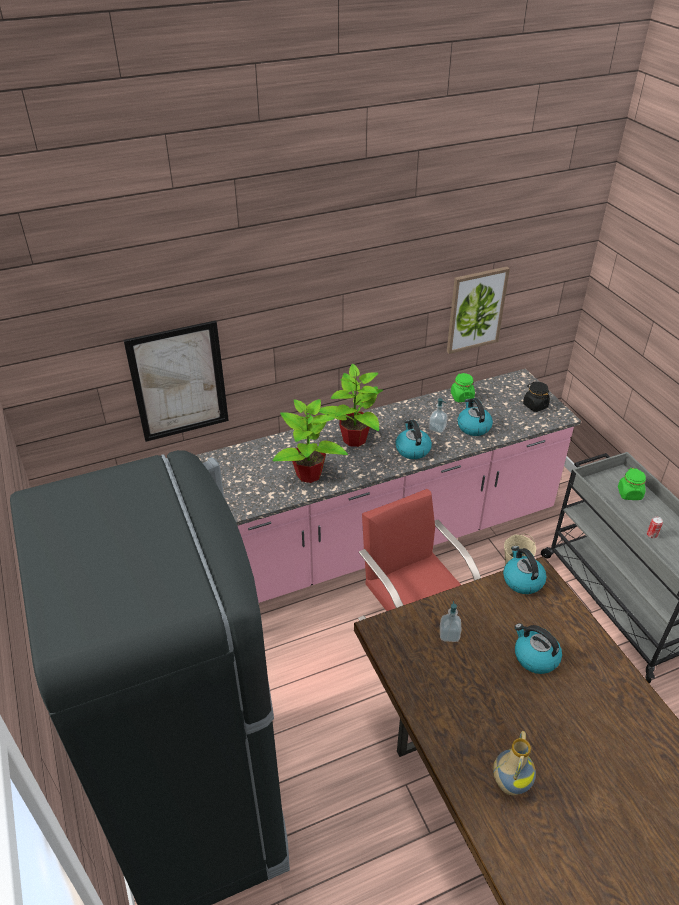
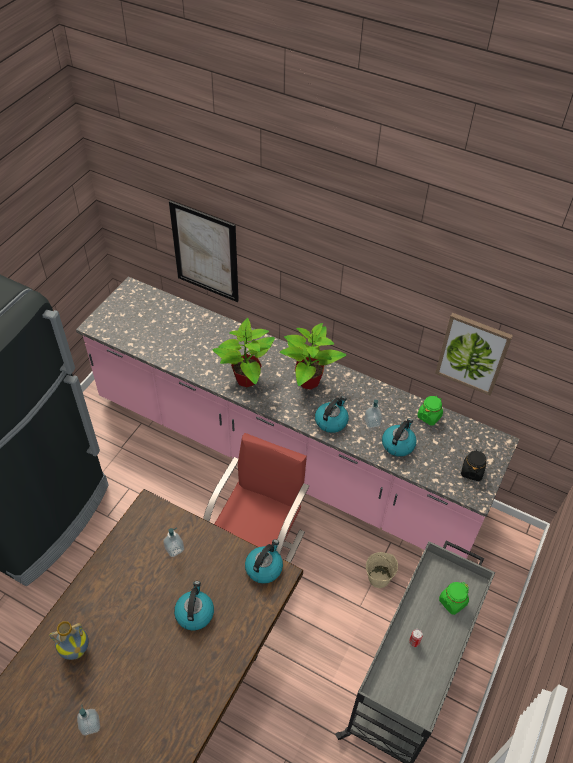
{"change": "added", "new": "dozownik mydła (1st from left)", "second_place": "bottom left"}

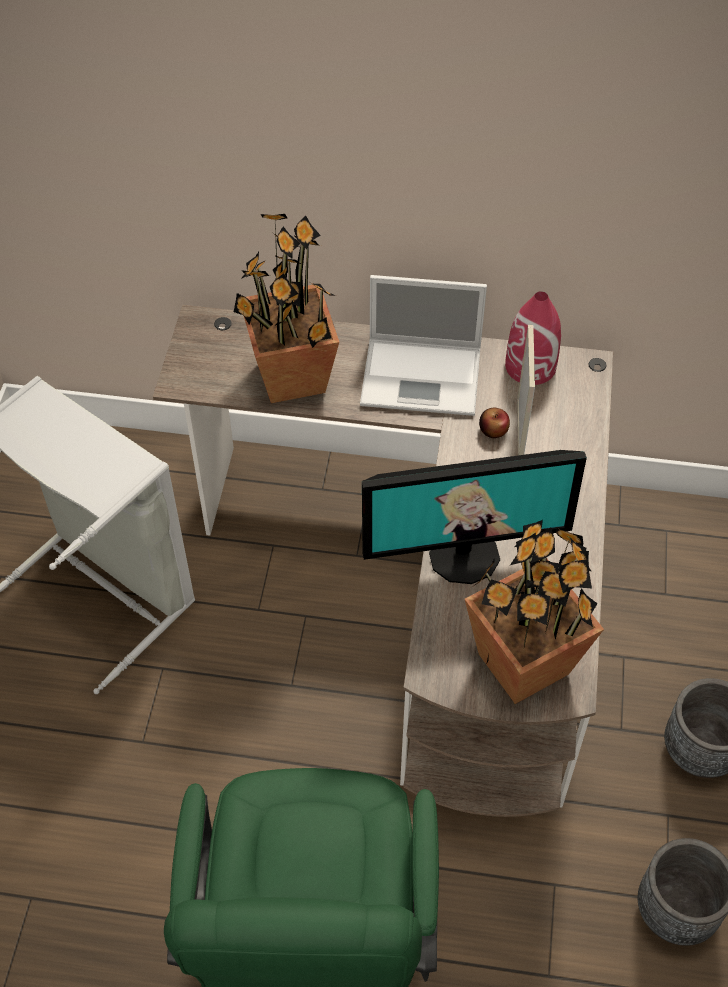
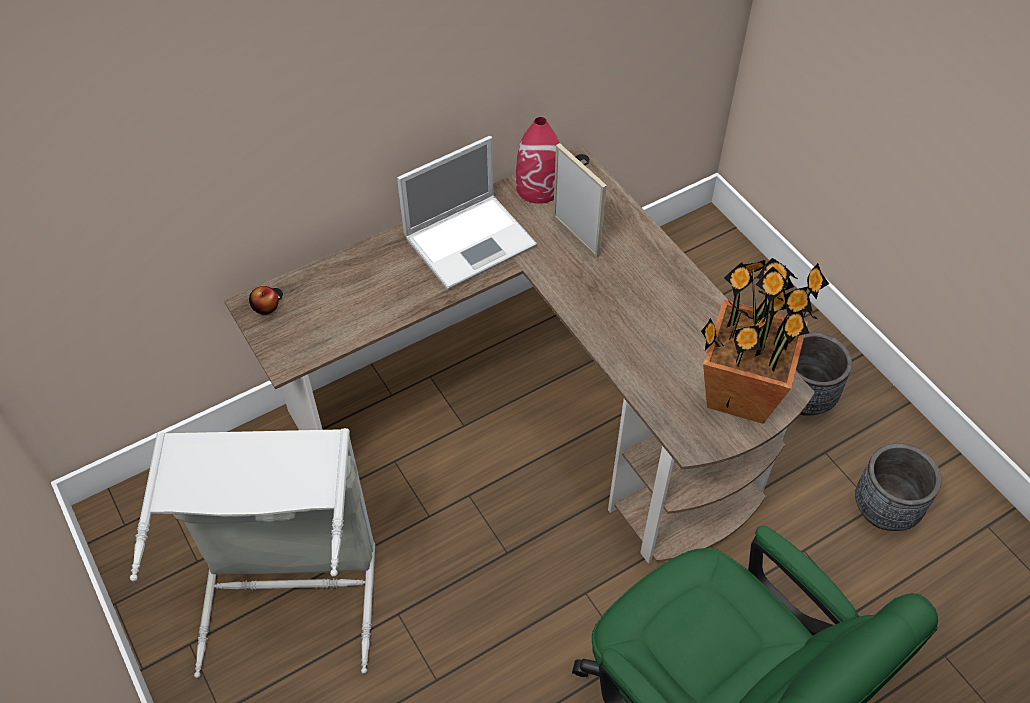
{"change": "removed", "old": "roślina doniczkowa (1st from left)", "first_place": "top centre"}
{"change": "moved", "old": "jabłko", "first_place": "middle right", "second_place": "middle left"}
{"change": "removed", "old": "monitor", "first_place": "centre"}

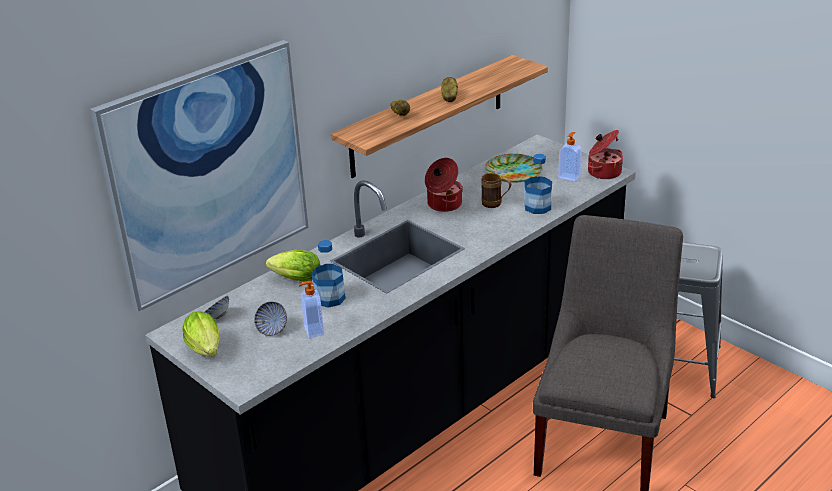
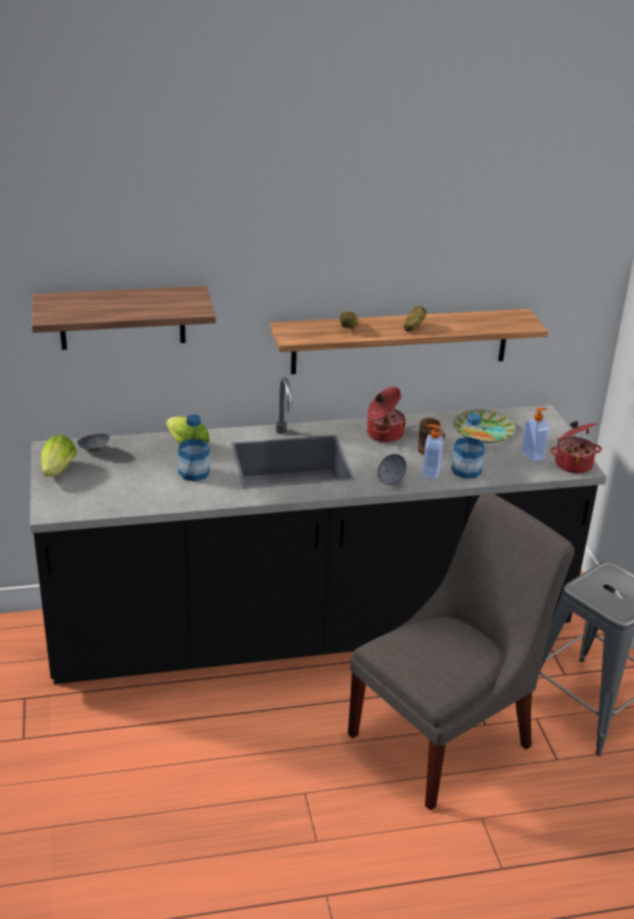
{"change": "replaced", "old": "obraz", "new": "półka (1st from left)", "first_place": "middle left", "second_place": "middle left"}
{"change": "moved", "old": "dozownik mydła (1st from left)", "first_place": "centre", "second_place": "middle right"}
{"change": "moved", "old": "miska (2nd from left)", "first_place": "middle left", "second_place": "centre"}

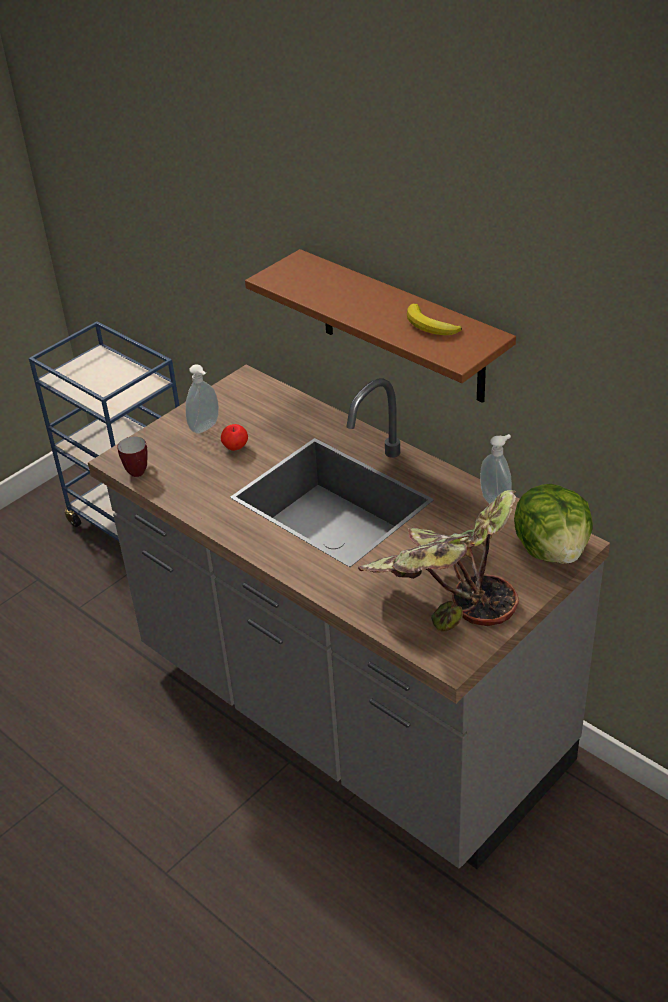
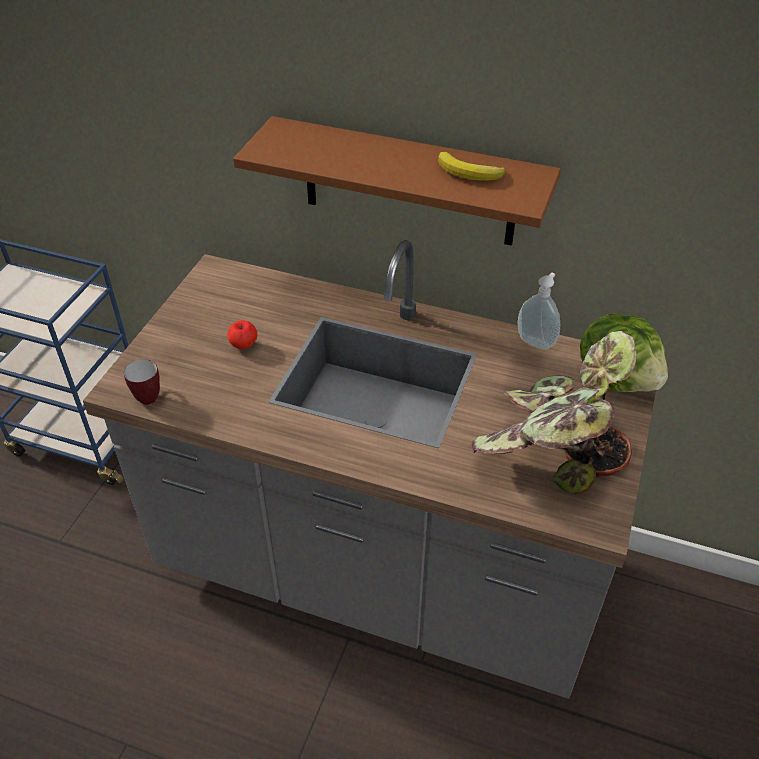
{"change": "removed", "old": "dozownik mydła (1st from left)", "first_place": "middle left"}

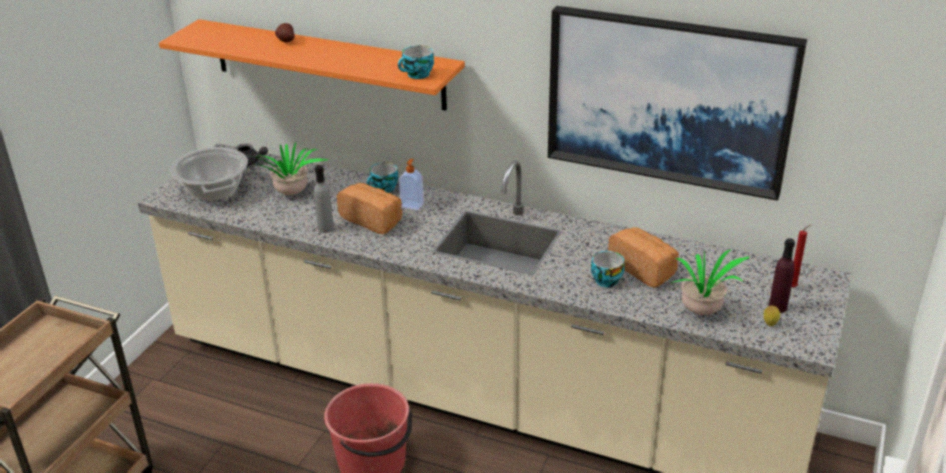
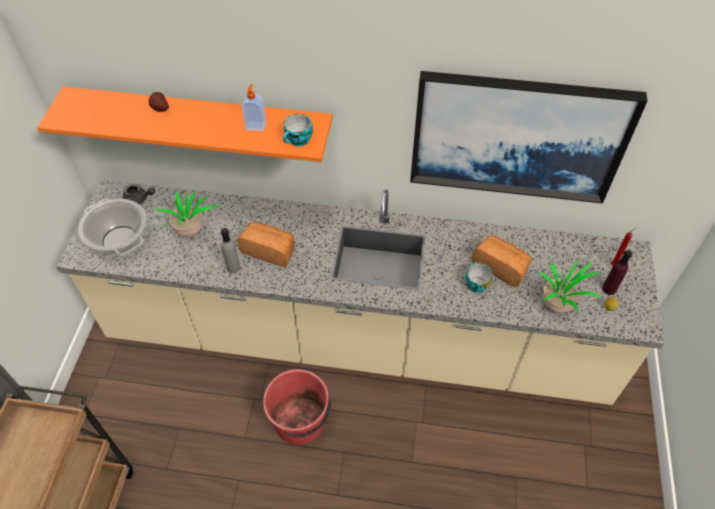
{"change": "moved", "old": "dozownik mydła", "first_place": "centre", "second_place": "top centre"}
{"change": "removed", "old": "filiżanka (1st from left)", "first_place": "centre"}

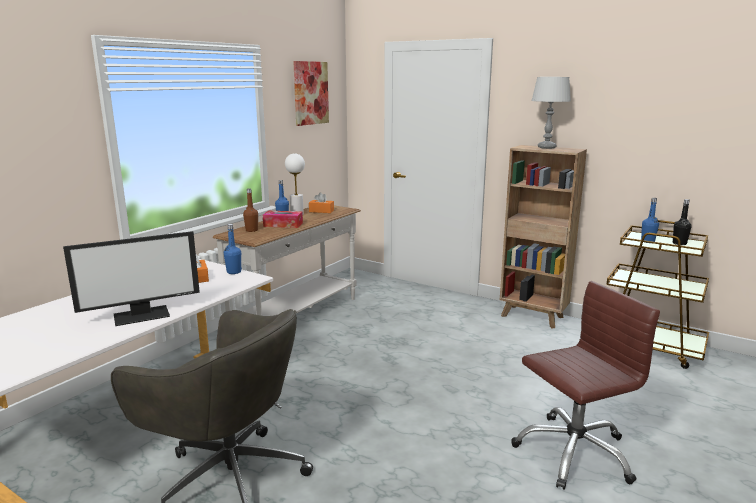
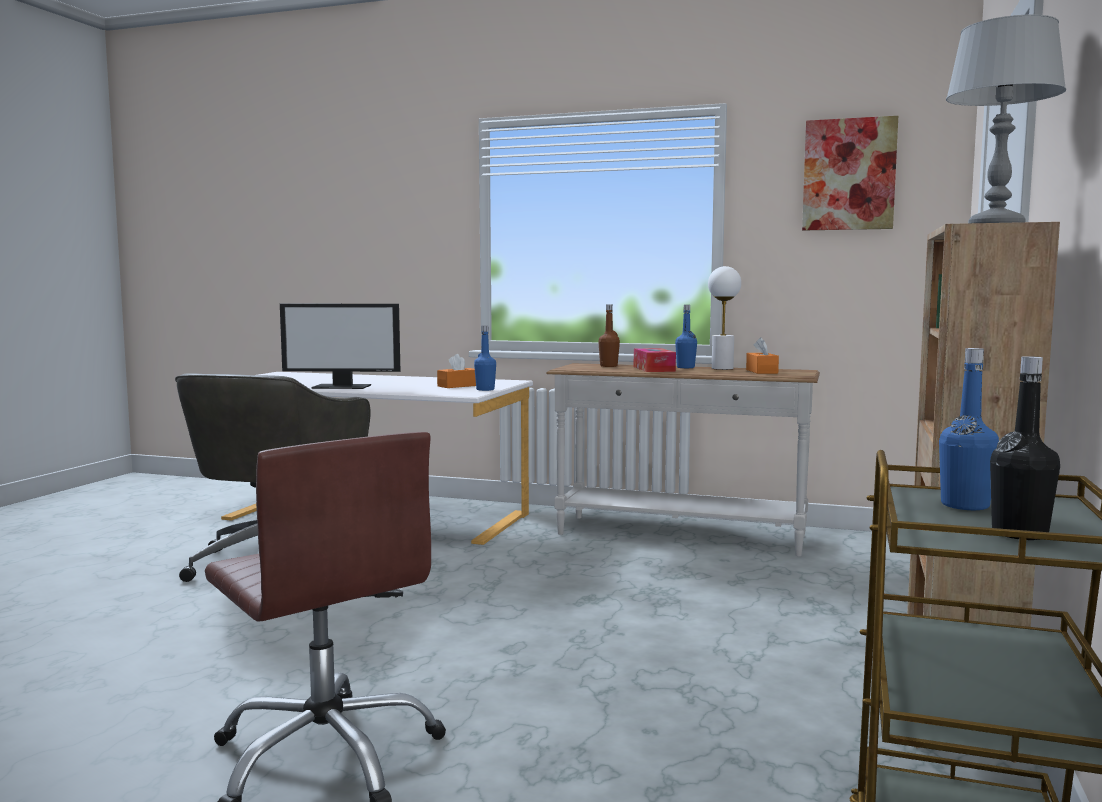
{"change": "turned", "old": "monitor", "first_place": "middle left", "second_place": "middle left", "degrees": -45}

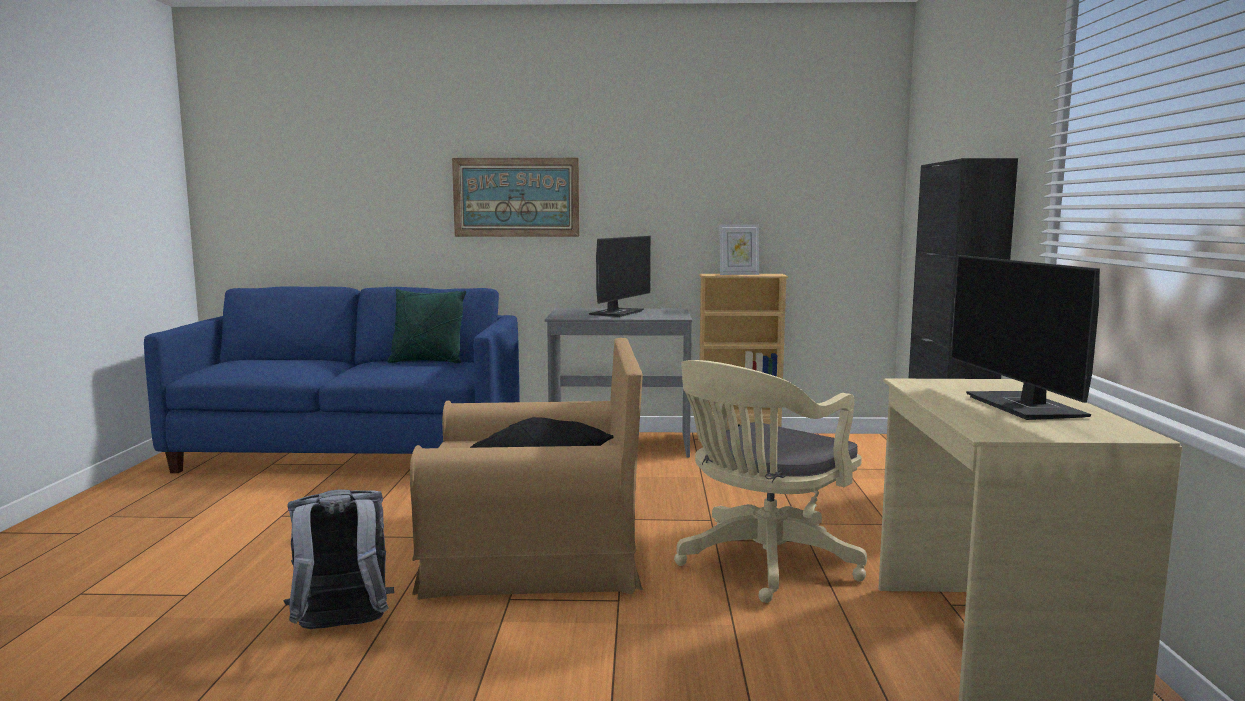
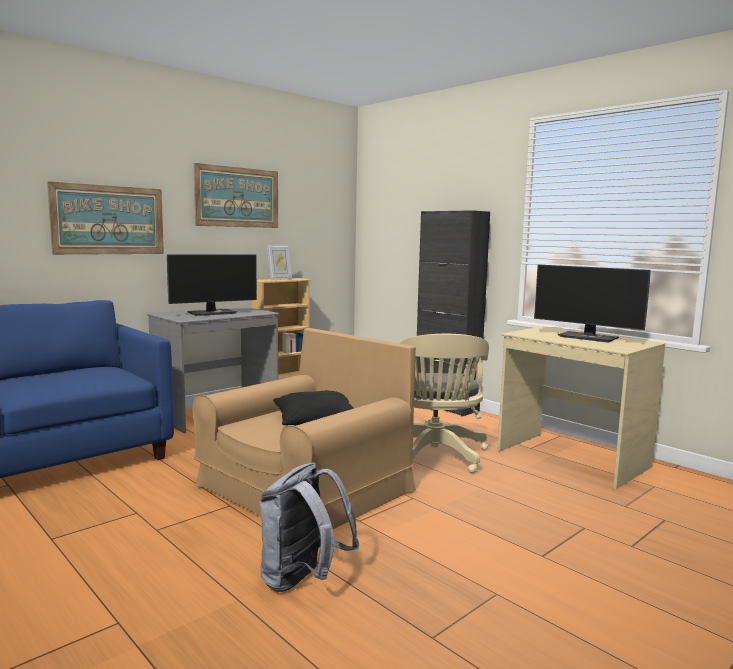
{"change": "turned", "old": "monitor (1st from left)", "first_place": "centre", "second_place": "middle left", "degrees": 75}
{"change": "removed", "old": "poduszka [zielony]", "first_place": "centre"}
{"change": "added", "new": "obraz (2nd from left)", "second_place": "top left"}

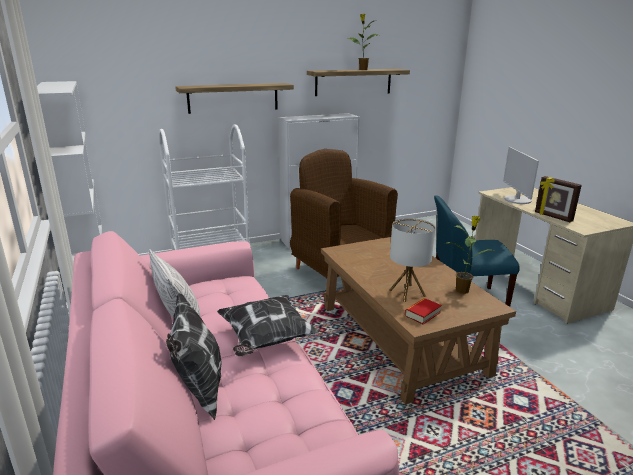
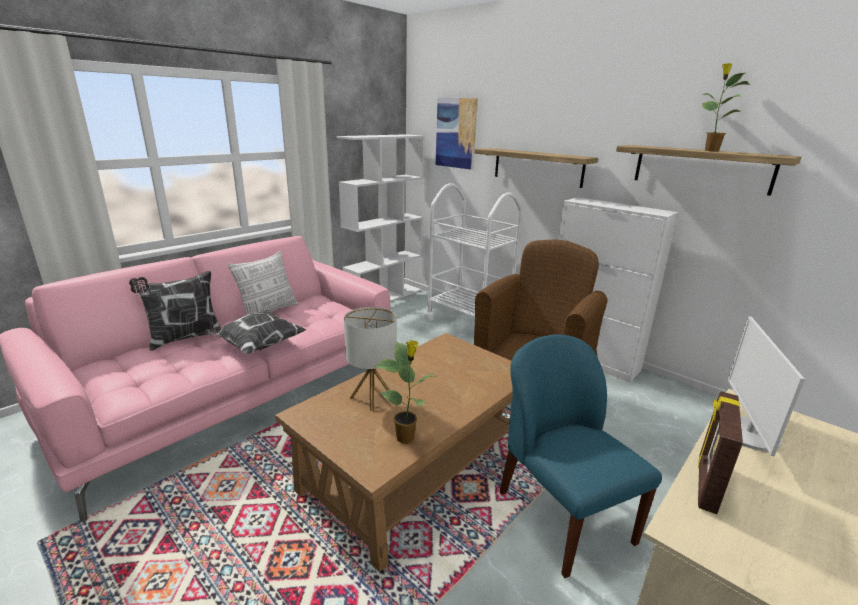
{"change": "turned", "old": "monitor", "first_place": "middle right", "second_place": "middle right", "degrees": -45}
{"change": "removed", "old": "książka", "first_place": "middle right"}
{"change": "added", "new": "obraz", "second_place": "top centre"}

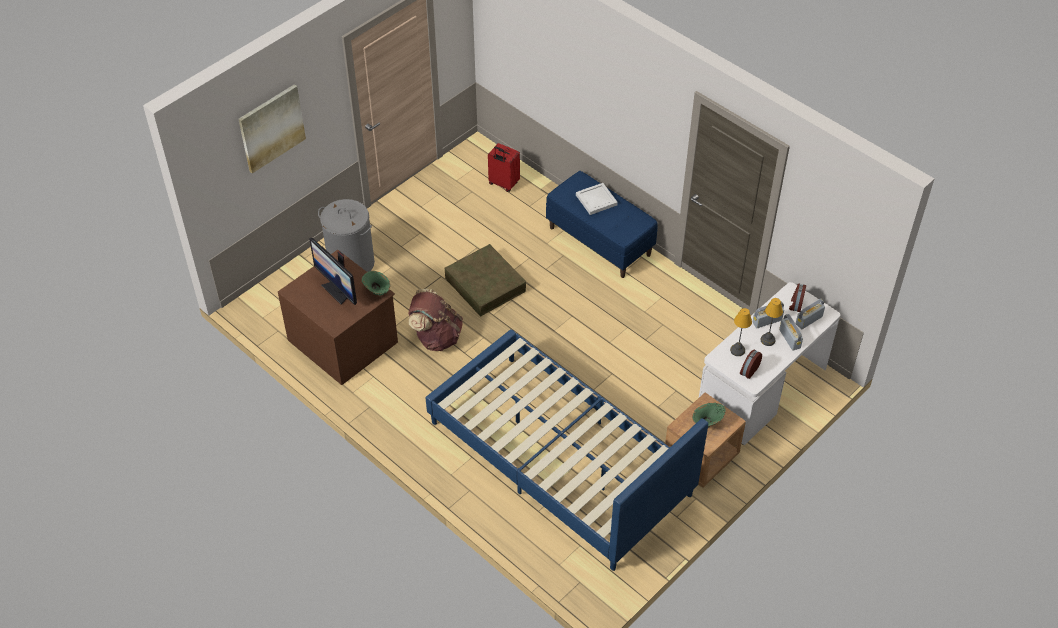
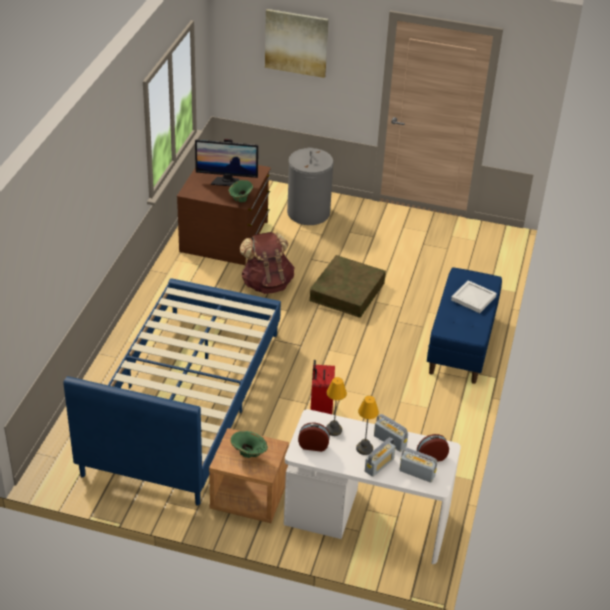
{"change": "moved", "old": "walizka [czerwony]", "first_place": "top centre", "second_place": "centre"}
{"change": "turned", "old": "monitor", "first_place": "middle left", "second_place": "top centre", "degrees": -105}

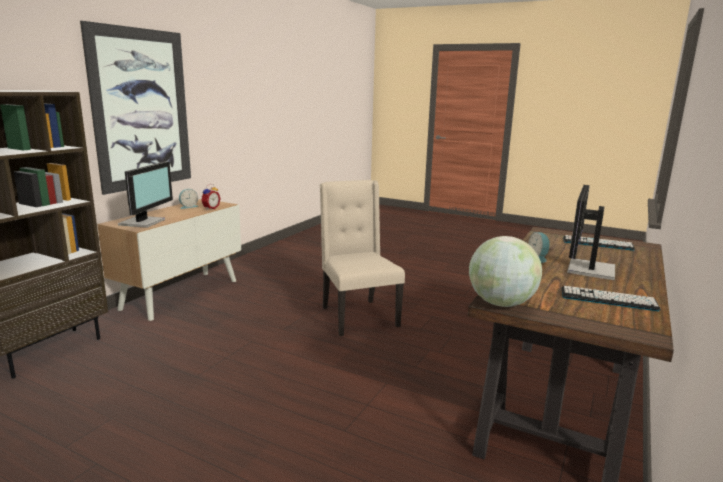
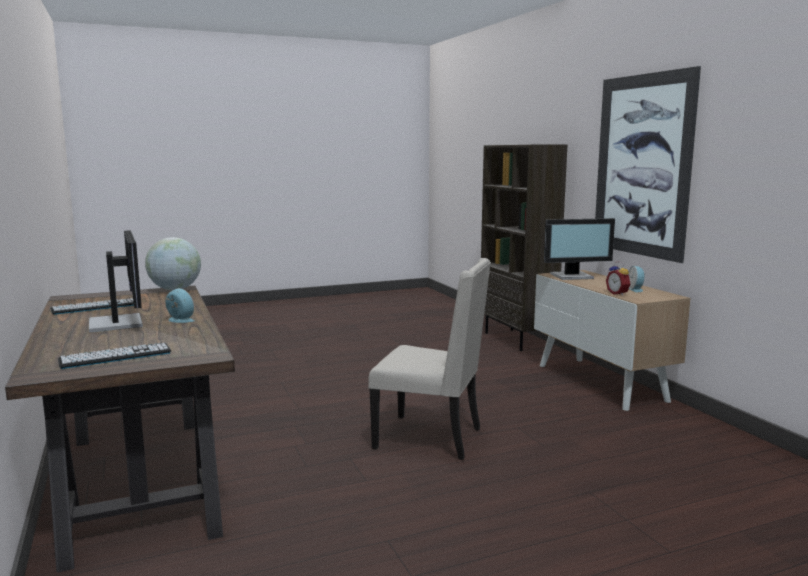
{"change": "turned", "old": "monitor (1st from left in the first image)", "first_place": "middle left", "second_place": "middle right", "degrees": -60}

